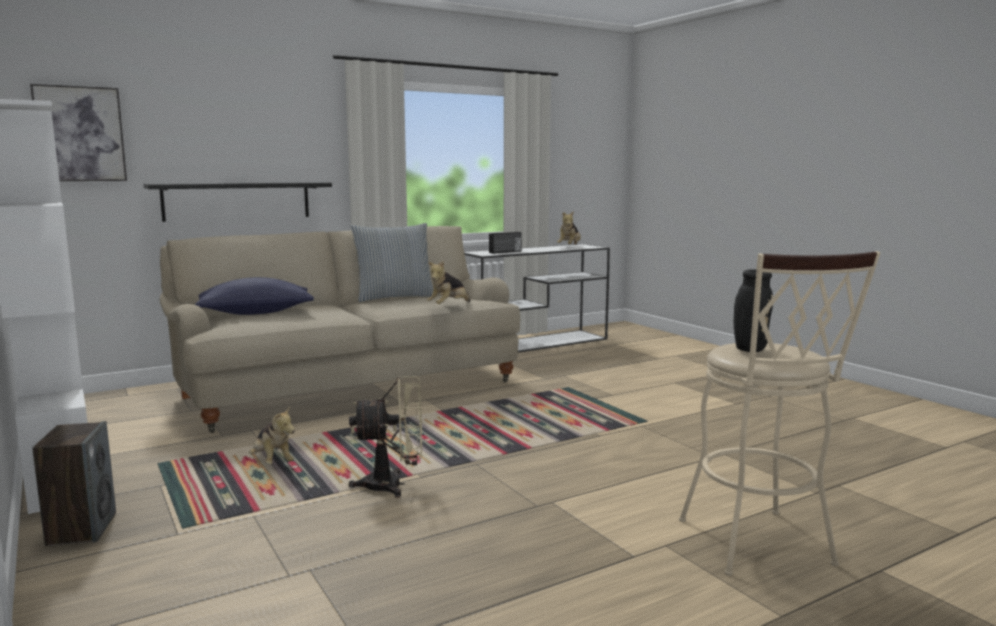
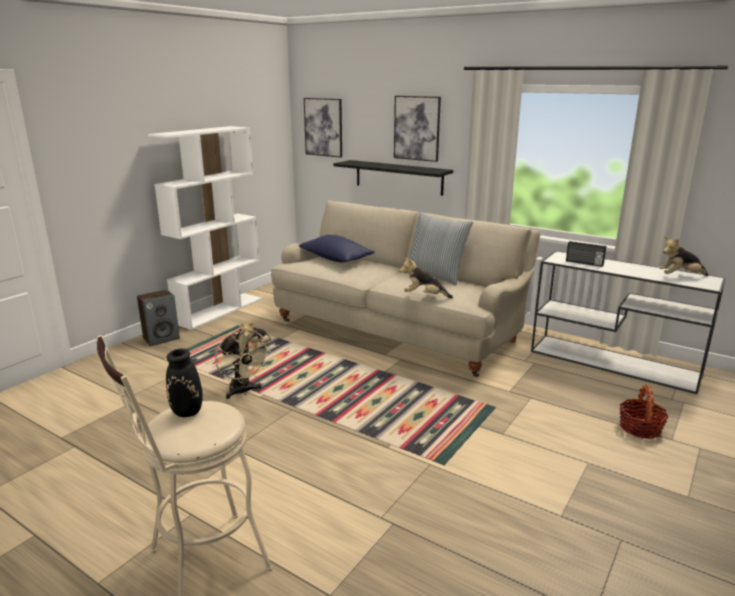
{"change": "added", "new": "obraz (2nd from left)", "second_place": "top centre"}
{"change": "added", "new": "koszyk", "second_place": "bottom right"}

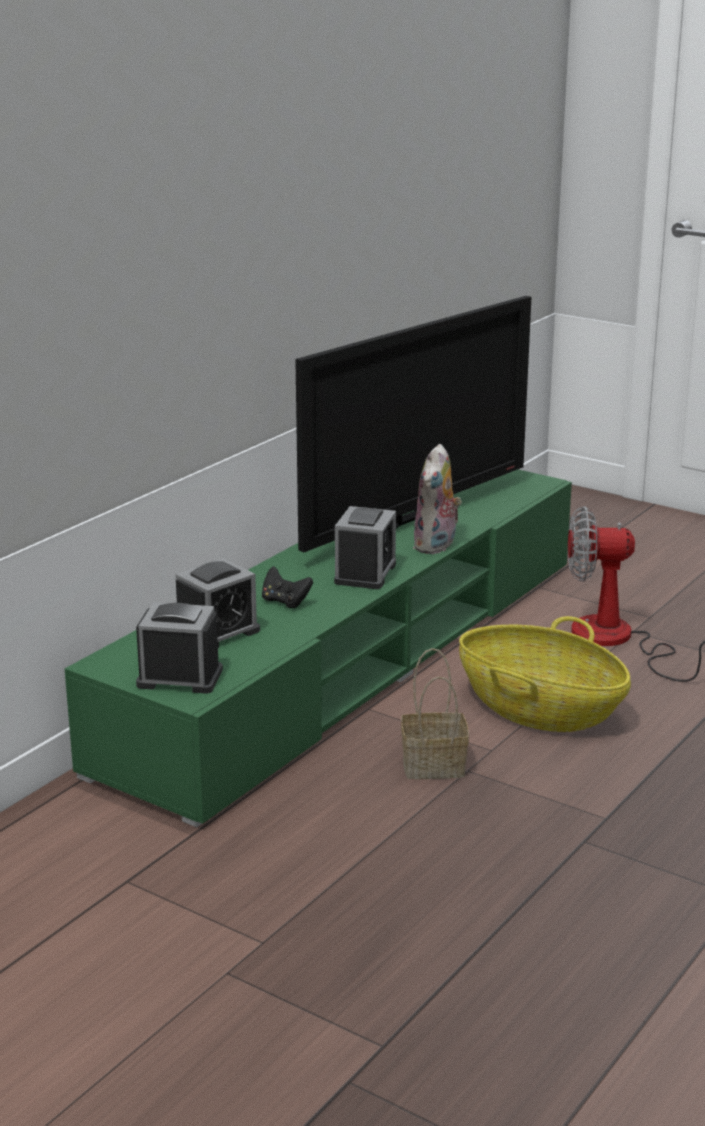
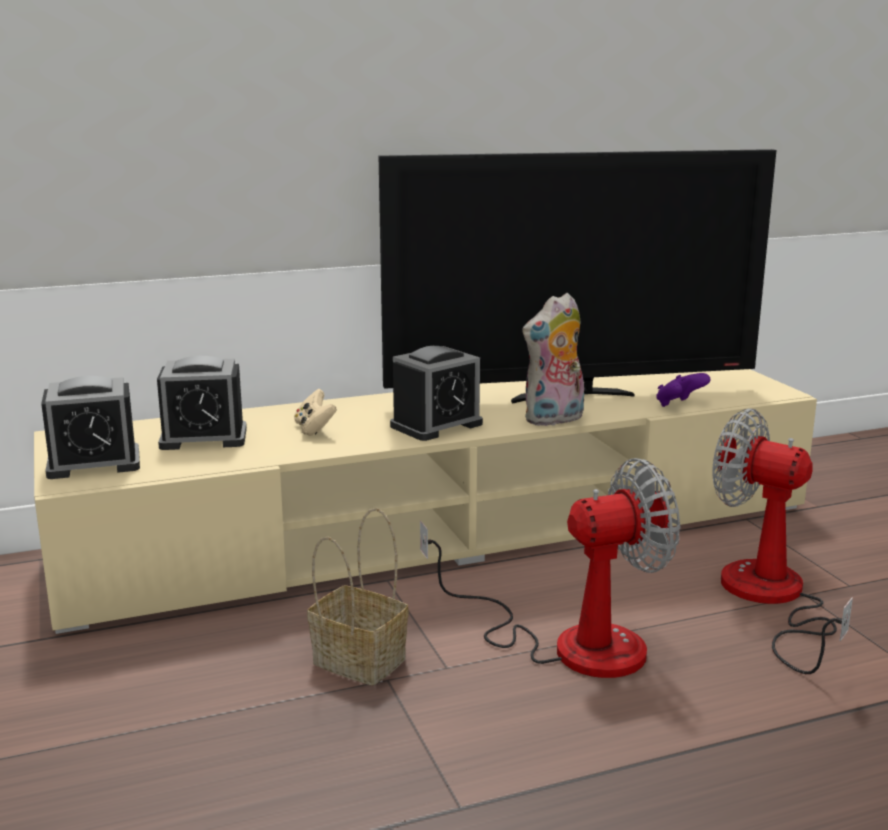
{"change": "recoloured", "old": "szafka pod telewizor [zielony]", "new": "szafka pod telewizor [beżowy]", "first_place": "centre", "second_place": "centre"}
{"change": "recoloured", "old": "pad do gier [czarny]", "new": "pad do gier [beżowy]", "first_place": "centre", "second_place": "centre"}
{"change": "turned", "old": "budzik (1st from left)", "first_place": "middle left", "second_place": "middle left", "degrees": 120}
{"change": "replaced", "old": "koszyk (2nd from left)", "new": "wentylator (1st from left)", "first_place": "middle right", "second_place": "bottom centre"}
{"change": "added", "new": "pad do gier [fioletowy]", "second_place": "middle right"}

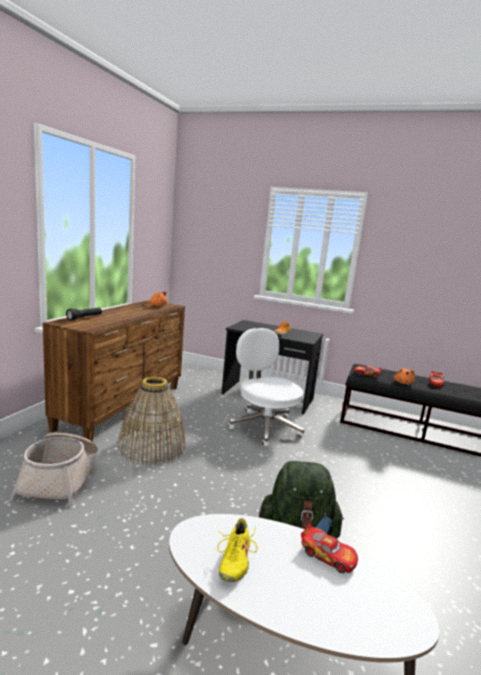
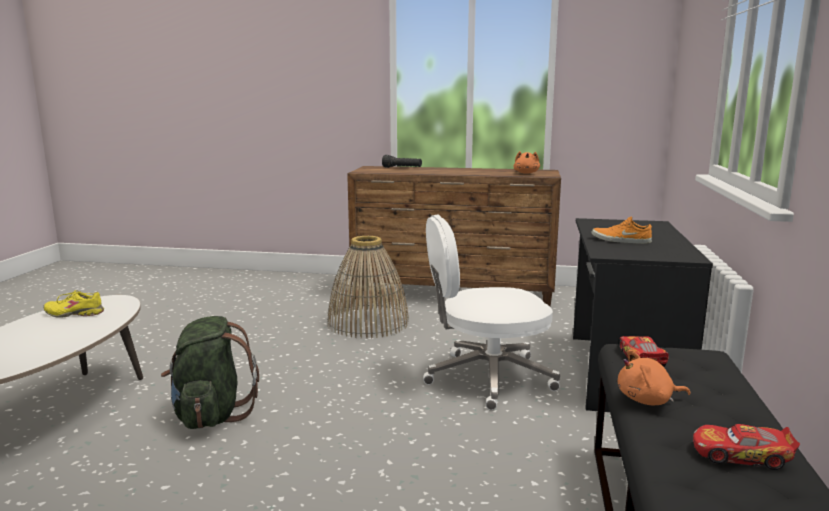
{"change": "turned", "old": "krzesło biurowe [biały]", "first_place": "centre", "second_place": "centre", "degrees": -150}
{"change": "removed", "old": "koszyk (1st from left)", "first_place": "bottom left"}
{"change": "removed", "old": "samochodzik (1st from left)", "first_place": "bottom right"}

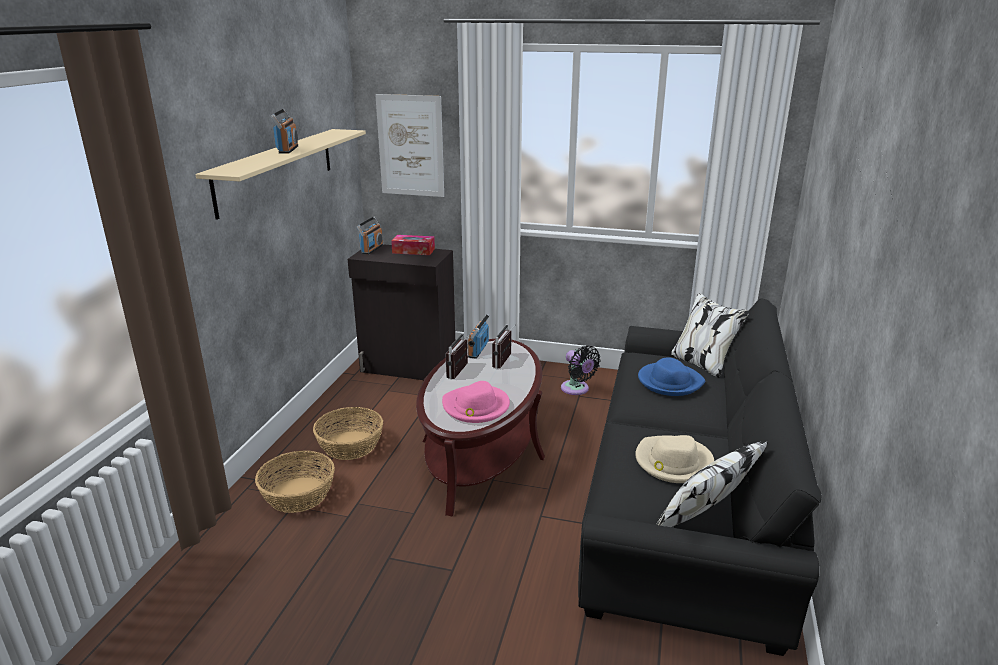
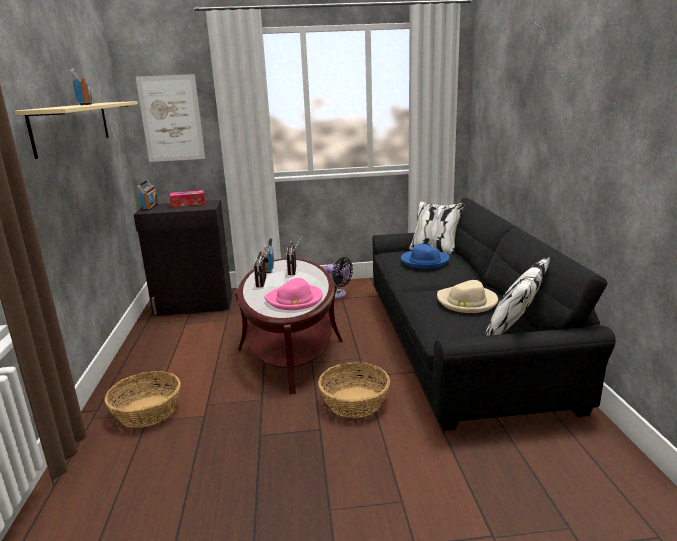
{"change": "moved", "old": "koszyk (2nd from left)", "first_place": "centre", "second_place": "bottom centre"}

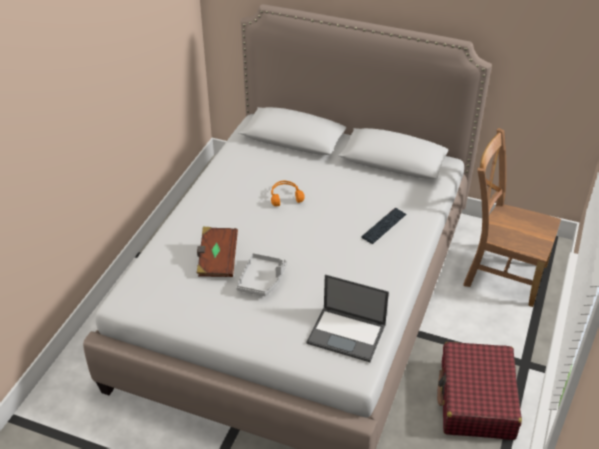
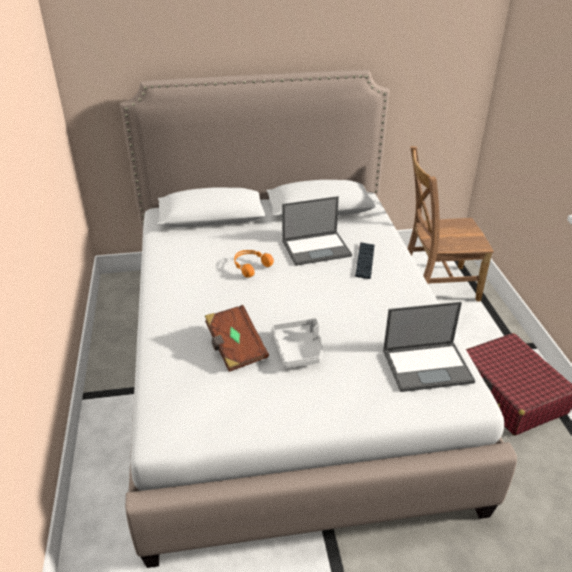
{"change": "added", "new": "laptop (1st from left)", "second_place": "centre"}

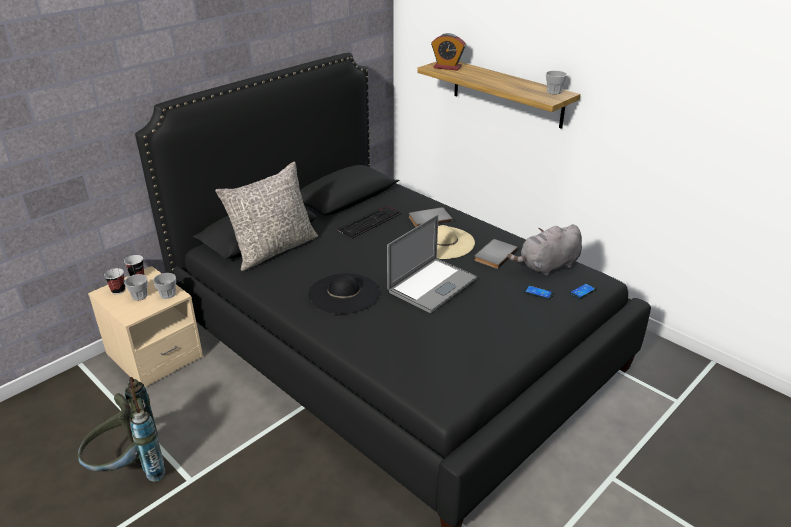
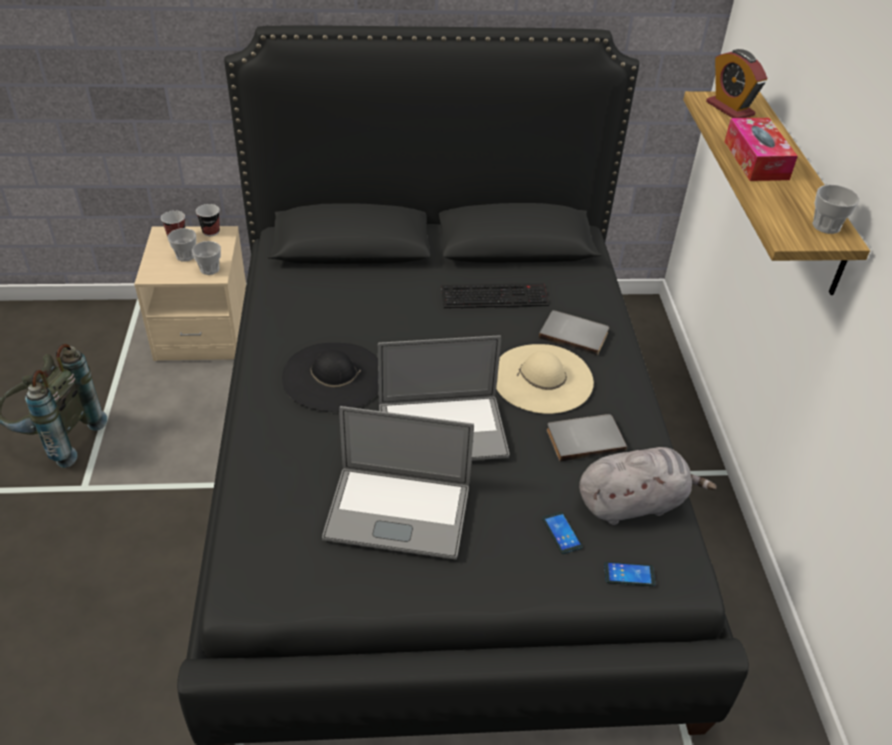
{"change": "removed", "old": "poduszka [szary]", "first_place": "centre"}
{"change": "turned", "old": "pluszak [szary]", "first_place": "middle right", "second_place": "middle right", "degrees": 150}
{"change": "added", "new": "pudełko chusteczek", "second_place": "top right"}
{"change": "added", "new": "laptop (1st from left)", "second_place": "centre"}

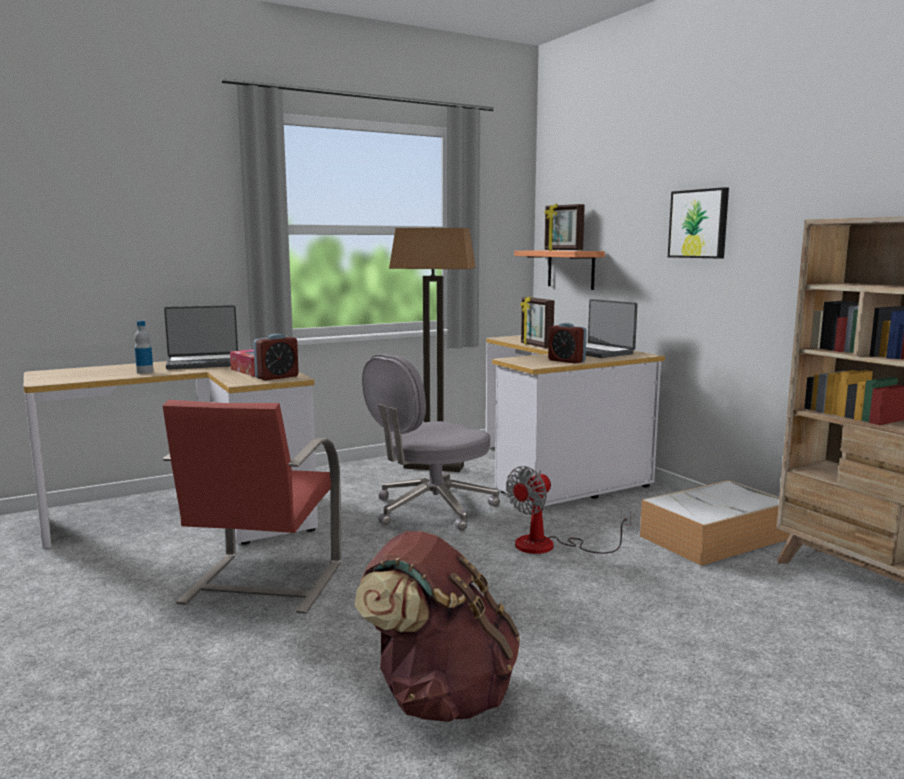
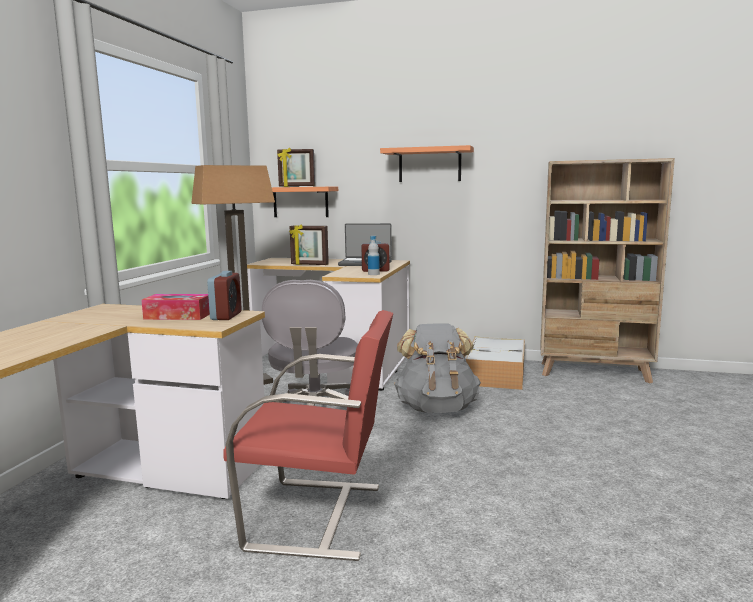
{"change": "replaced", "old": "obraz", "new": "półka (2nd from left)", "first_place": "top right", "second_place": "top centre"}
{"change": "removed", "old": "laptop (1st from left)", "first_place": "middle left"}
{"change": "moved", "old": "butelka", "first_place": "middle left", "second_place": "centre"}
{"change": "turned", "old": "krzesło [czerwony]", "first_place": "middle left", "second_place": "bottom centre", "degrees": -45}
{"change": "replaced", "old": "wentylator", "new": "plecak [szary]", "first_place": "centre", "second_place": "centre"}
{"change": "removed", "old": "plecak [brązowy]", "first_place": "bottom centre"}

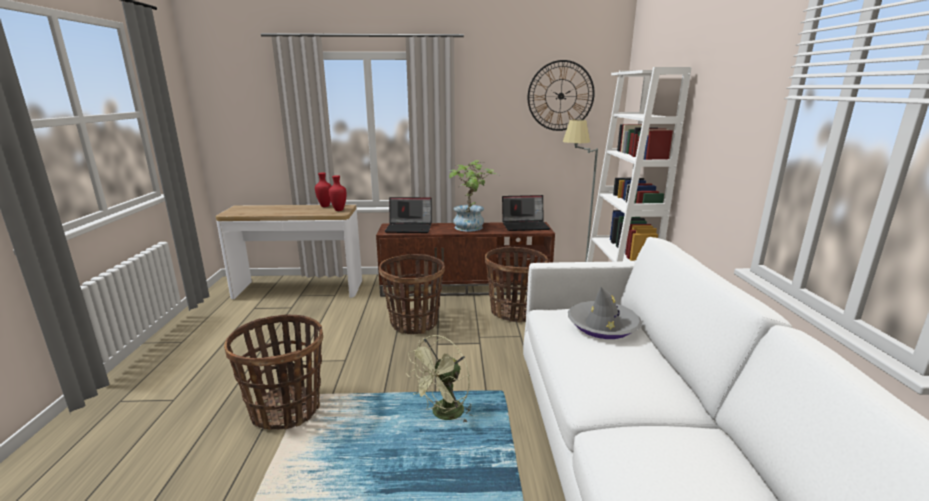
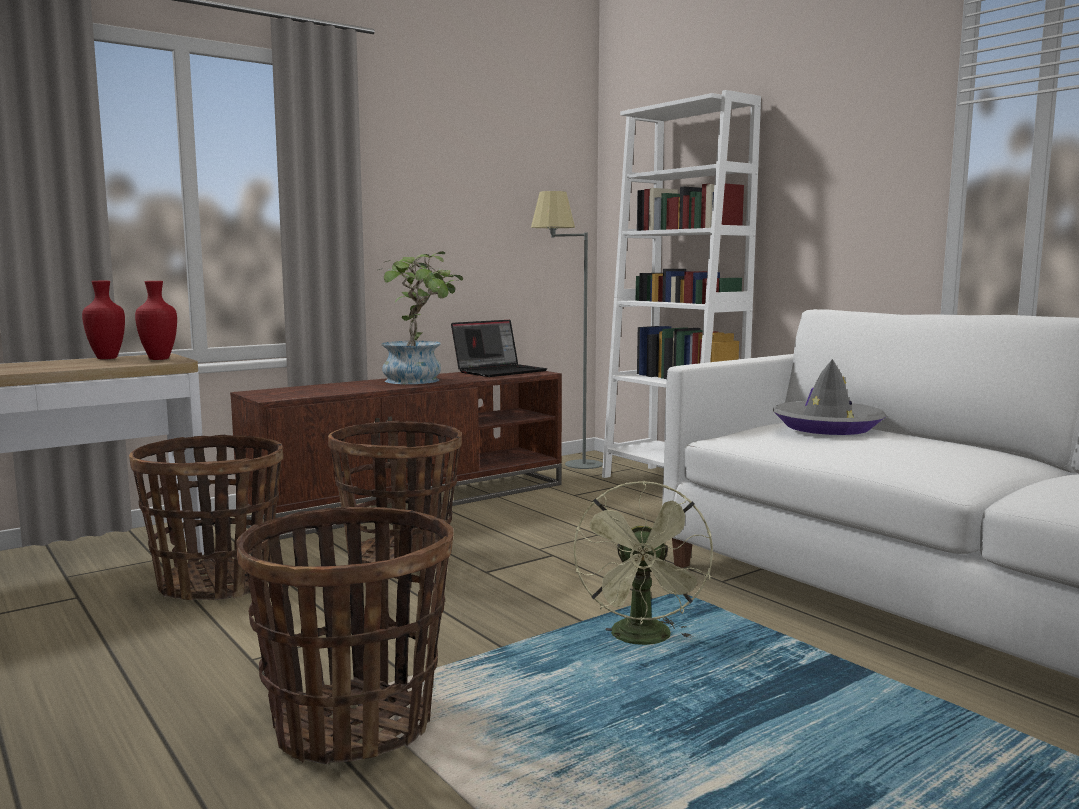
{"change": "removed", "old": "zegar ścienny", "first_place": "top centre"}
{"change": "removed", "old": "laptop (1st from left)", "first_place": "centre"}
{"change": "moved", "old": "koszyk (3rd from left in the first image)", "new": "koszyk (1st from left)", "first_place": "centre", "second_place": "middle left"}

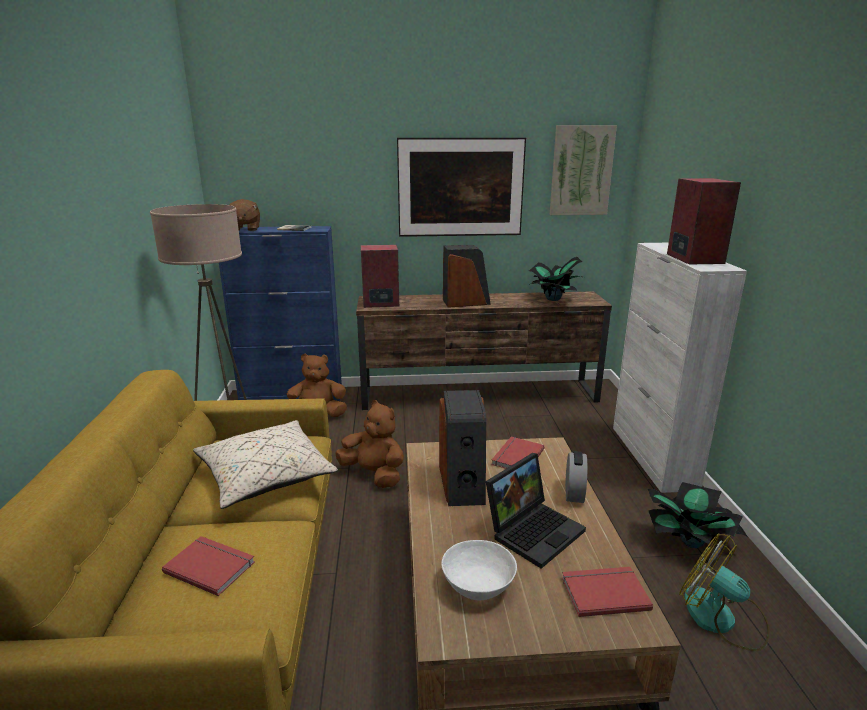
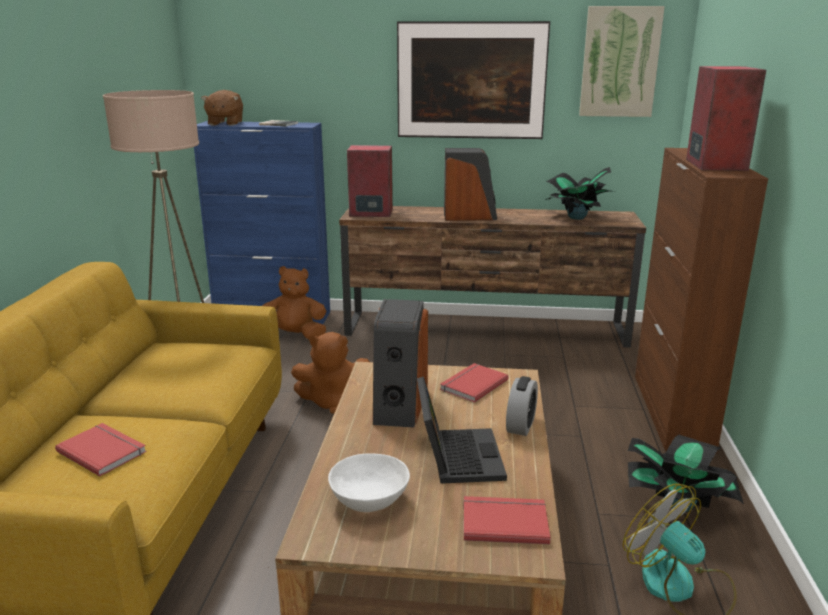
{"change": "recoloured", "old": "szafka [biały]", "new": "szafka [brązowy]", "first_place": "middle right", "second_place": "middle right"}
{"change": "turned", "old": "pluszak [brązowy] (3rd from left)", "first_place": "centre", "second_place": "centre", "degrees": 135}
{"change": "removed", "old": "poduszka [beżowy]", "first_place": "middle left"}
{"change": "turned", "old": "laptop", "first_place": "bottom centre", "second_place": "bottom centre", "degrees": -60}

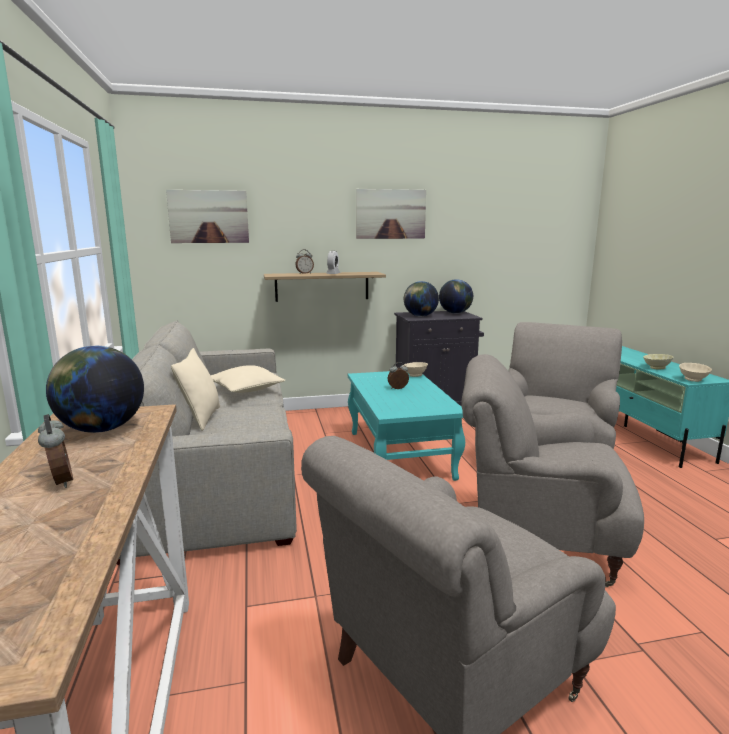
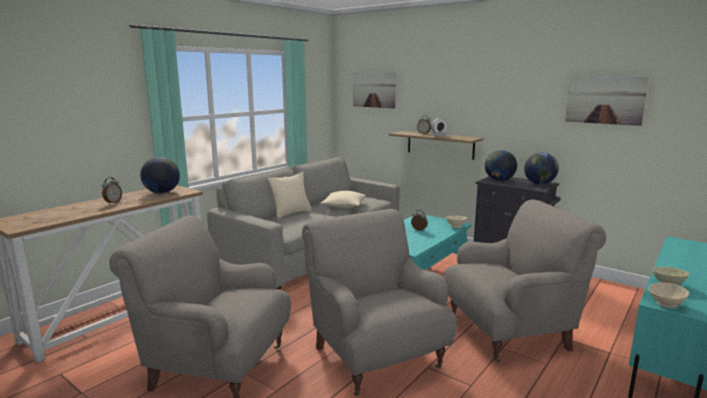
{"change": "moved", "old": "obraz (2nd from left)", "first_place": "top centre", "second_place": "top right"}

